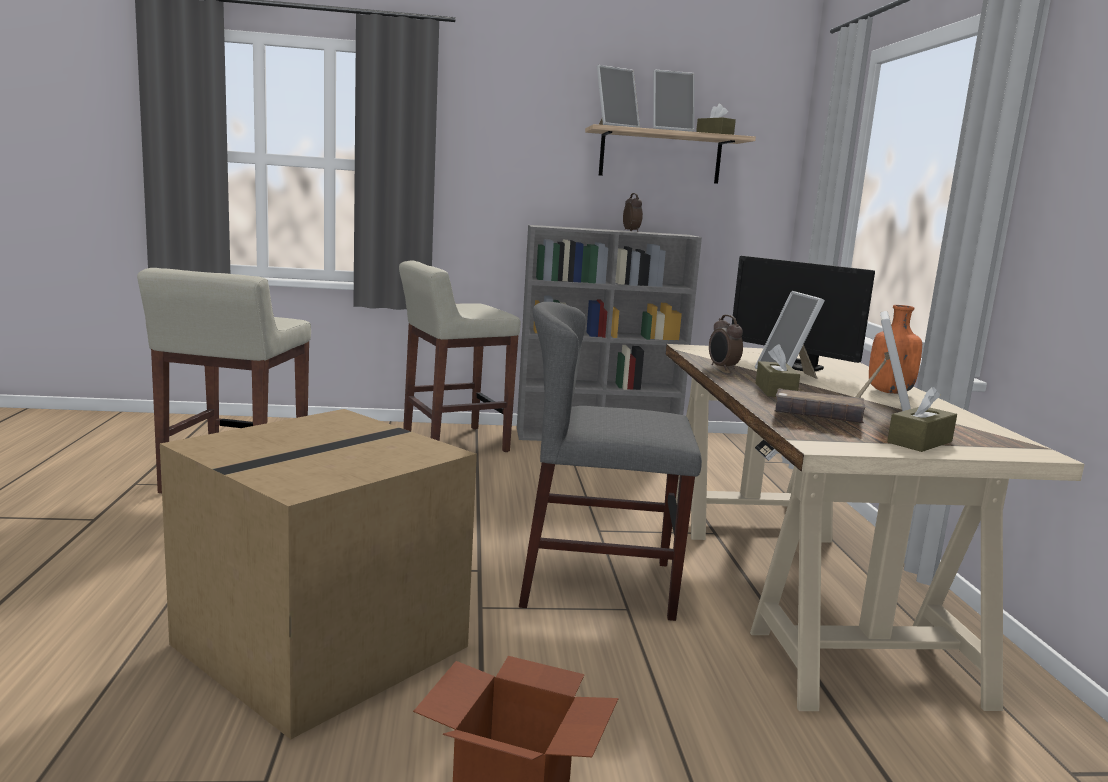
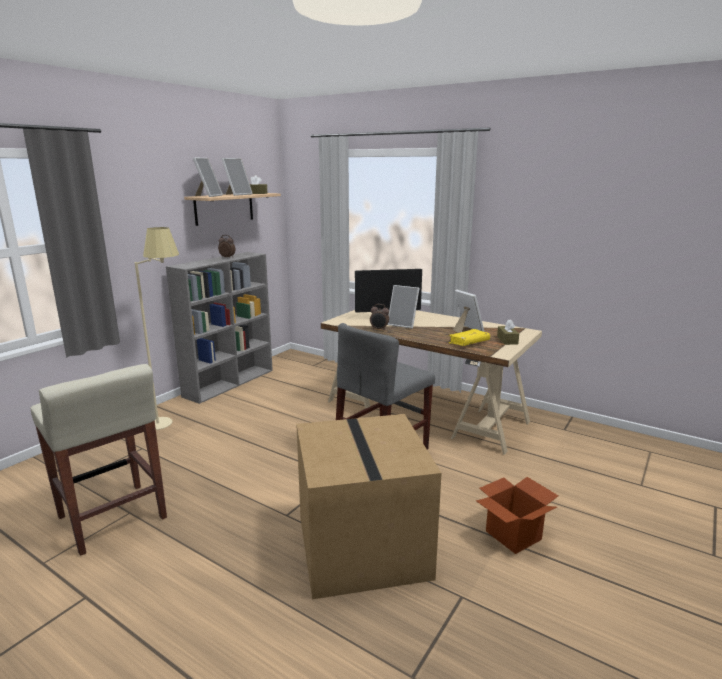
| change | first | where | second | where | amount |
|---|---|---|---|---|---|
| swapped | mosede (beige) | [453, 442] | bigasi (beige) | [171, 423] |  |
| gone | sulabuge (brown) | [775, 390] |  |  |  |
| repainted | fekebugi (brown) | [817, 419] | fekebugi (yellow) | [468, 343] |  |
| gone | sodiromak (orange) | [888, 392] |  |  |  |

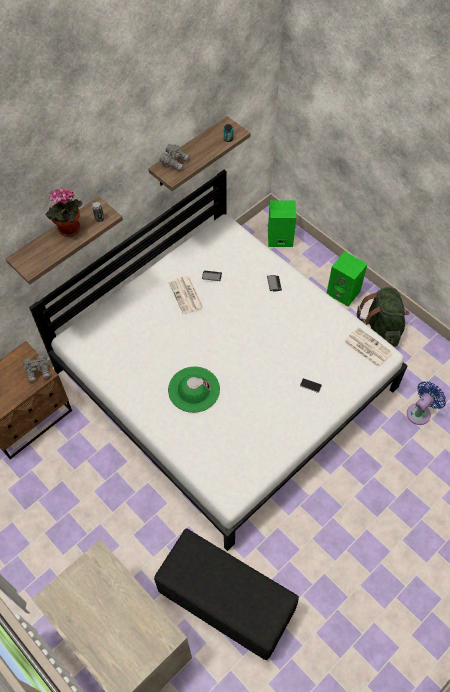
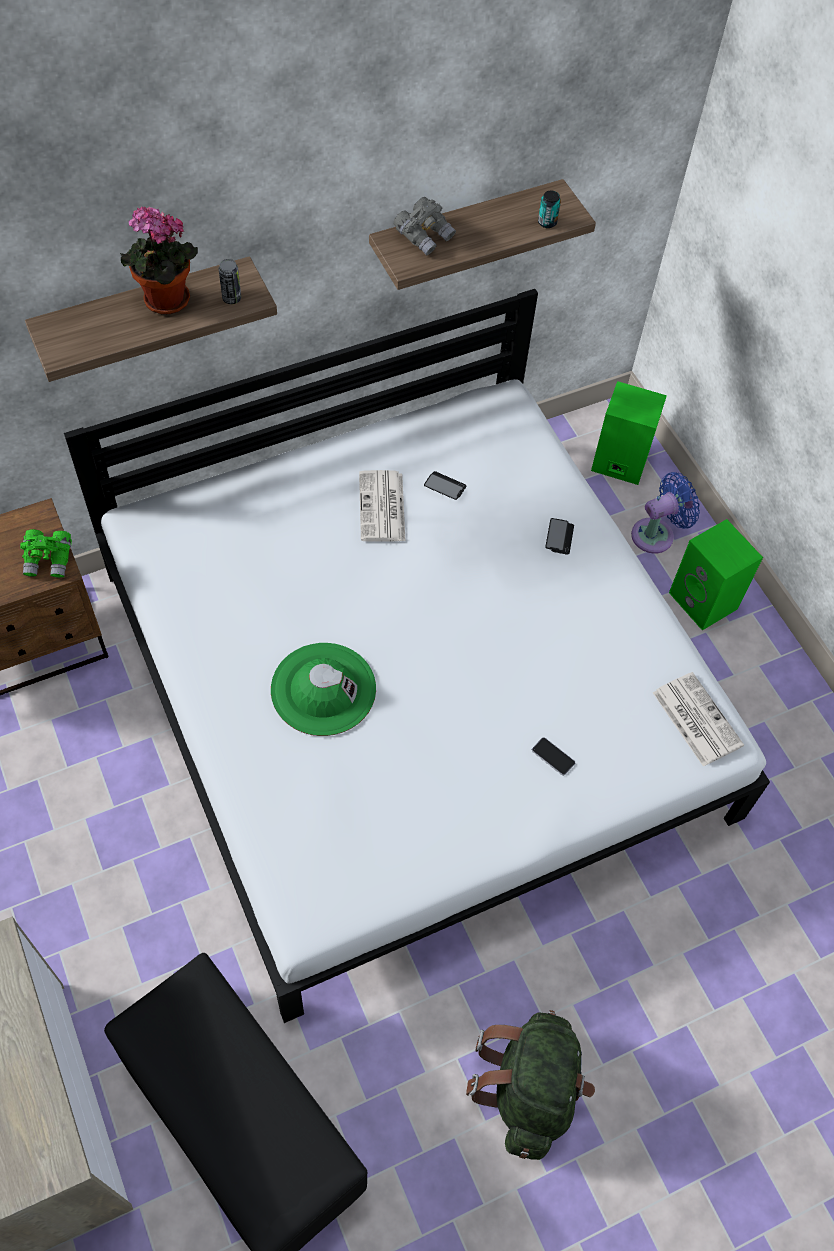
| change | first | where | second | where | amount |
|---|---|---|---|---|---|
| repainted | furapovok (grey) | [38, 371] | furapovok (green) | [49, 560] |  |
| shifted | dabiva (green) | [381, 328] |  | [529, 1089] |  |
| shifted | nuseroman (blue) | [420, 412] |  | [657, 534] |  |

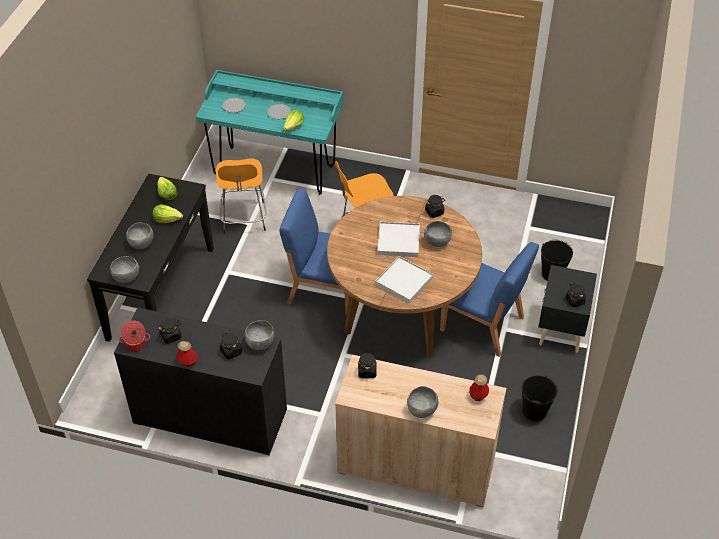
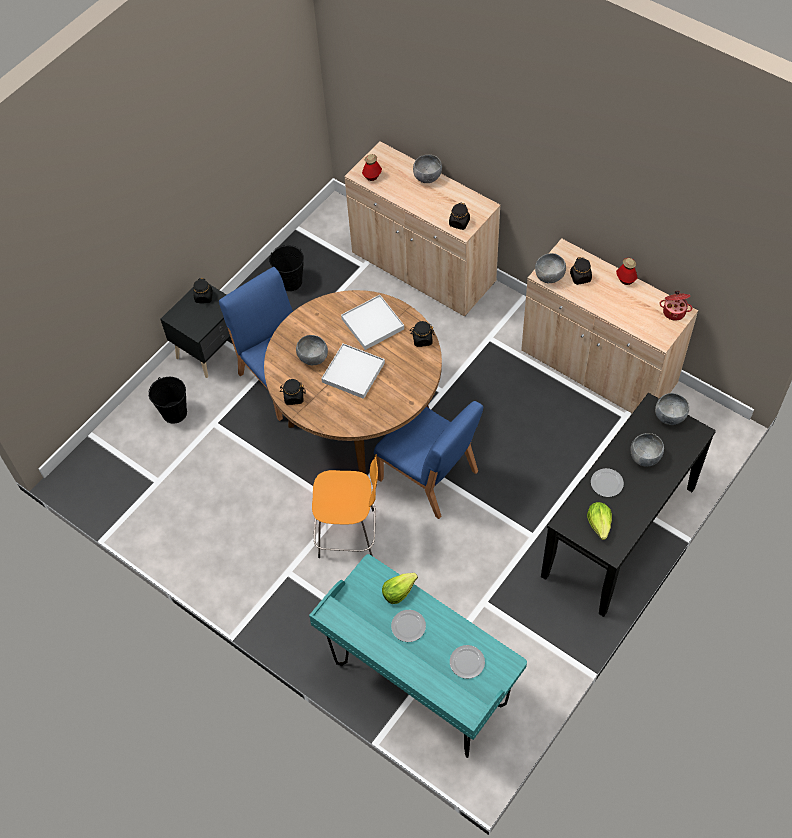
| change | first | where | second | where | amount |
|---|---|---|---|---|---|
| repainted | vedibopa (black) | [210, 417] | vedibopa (beige) | [598, 368] |  |
| swapped | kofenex | [167, 219] | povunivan | [607, 484] |  |
| shifted | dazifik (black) | [171, 336] |  | [422, 339] |  |
| gone | mosede (orange) | [244, 219] |  |  |  |

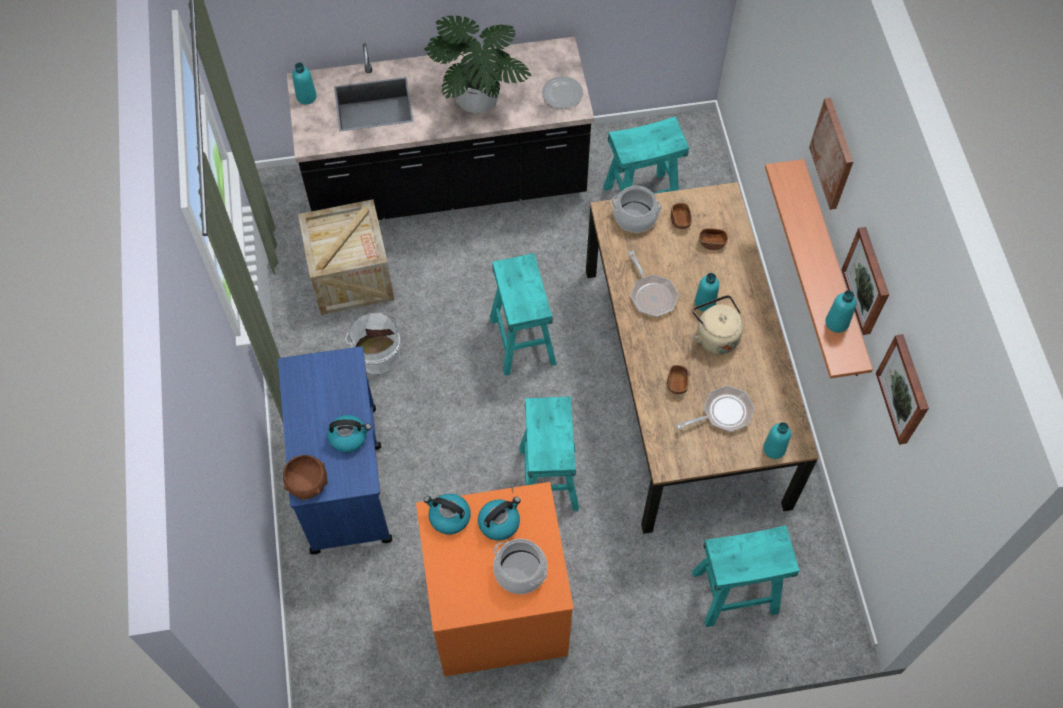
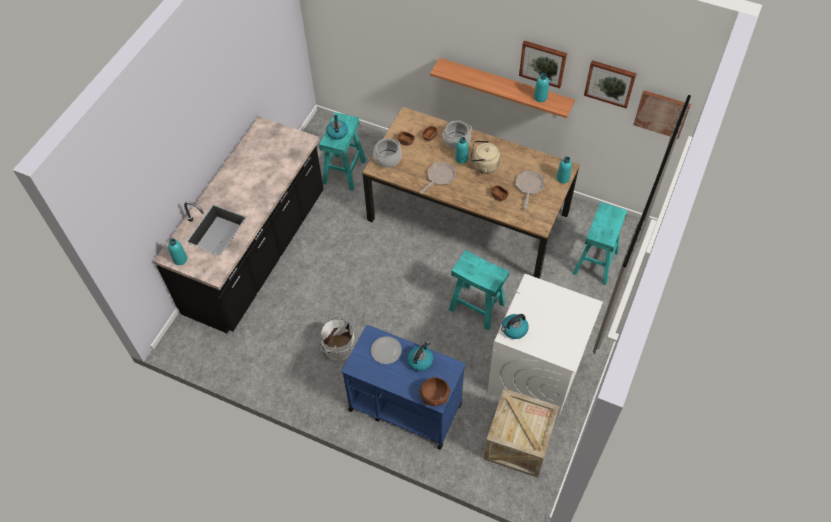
| change | first | where | second | where | amount |
|---|---|---|---|---|---|
| shifted | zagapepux | [351, 276] |  | [518, 443] |  |
| repainted | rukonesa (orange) | [496, 610] | rukonesa (white) | [536, 373] |  |
| gone | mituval | [477, 99] |  |  |  |
| shifted | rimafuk | [499, 522] |  | [337, 132] |  |
| gone | mosede (turquoise) | [522, 340] |  |  |  |
| shifted | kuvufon | [520, 571] |  | [456, 141] |  |
| shifted | povunivan | [563, 94] |  | [386, 350] |  |
| rotated | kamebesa | [651, 295] |  | [439, 177] | 60 degrees counterclockwise |
| shifted | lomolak | [833, 153] |  | [661, 113] |  |

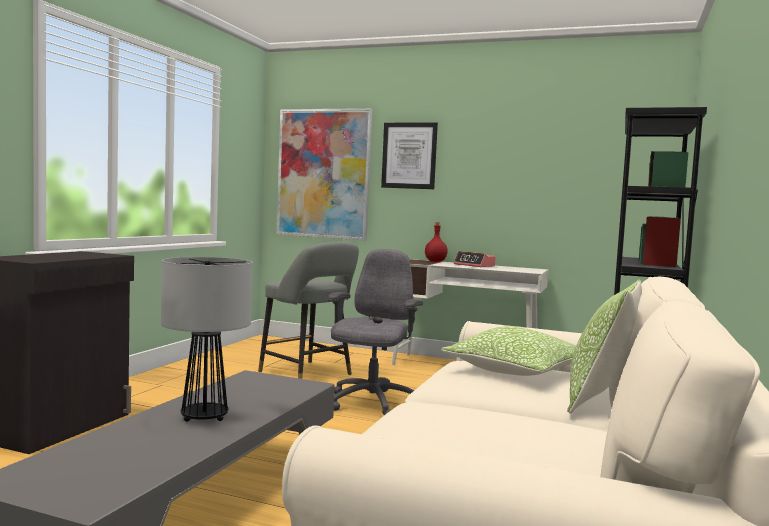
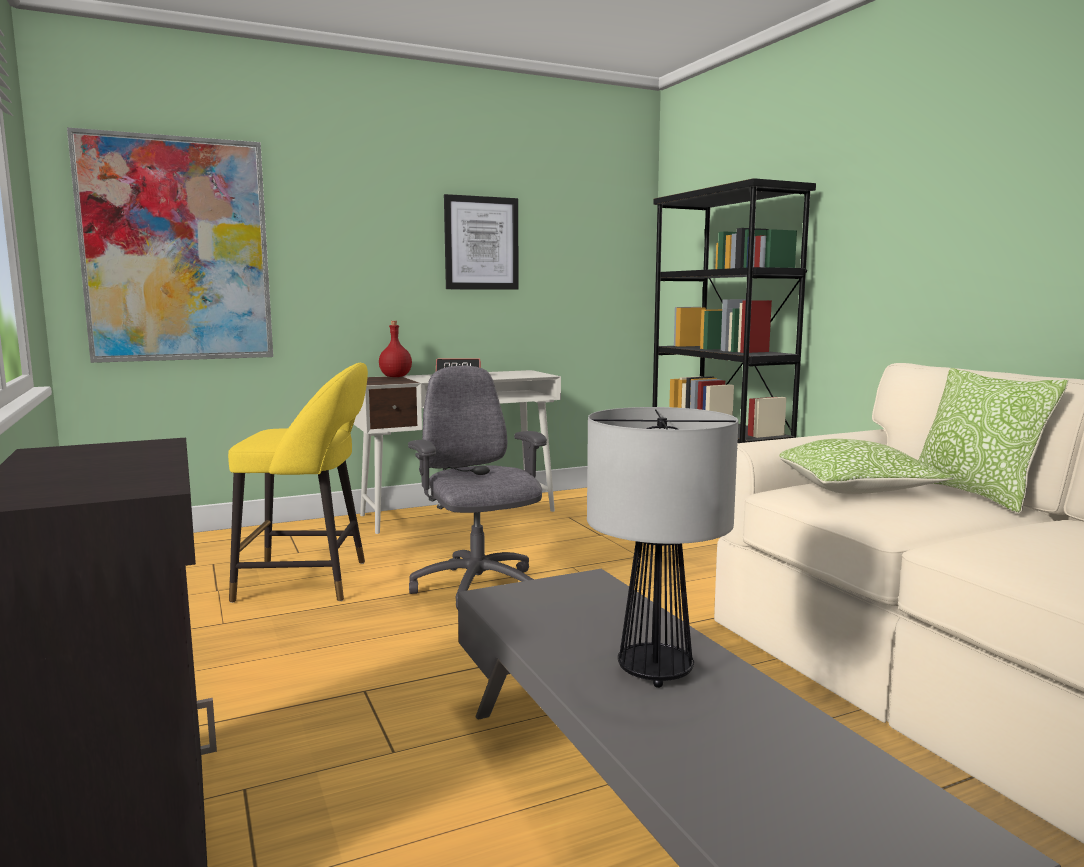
| change | first | where | second | where | amount |
|---|---|---|---|---|---|
| repainted | mosede (grey) | [308, 374] | mosede (yellow) | [310, 581] |  |
| shifted | lomolak | [409, 155] |  | [481, 243] |  |

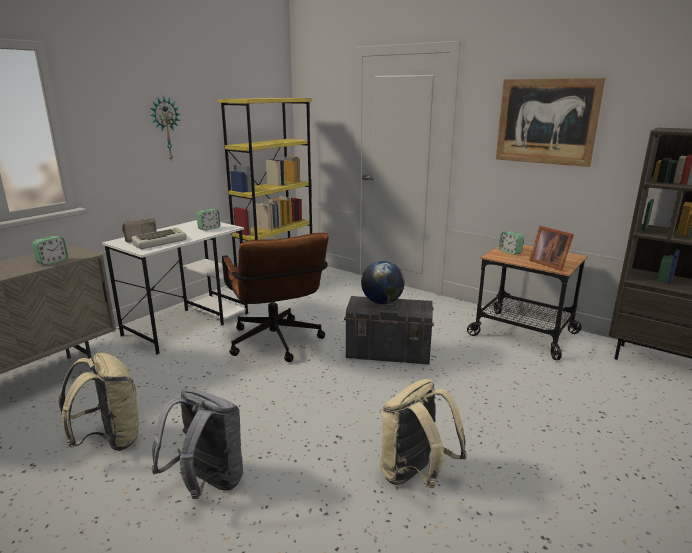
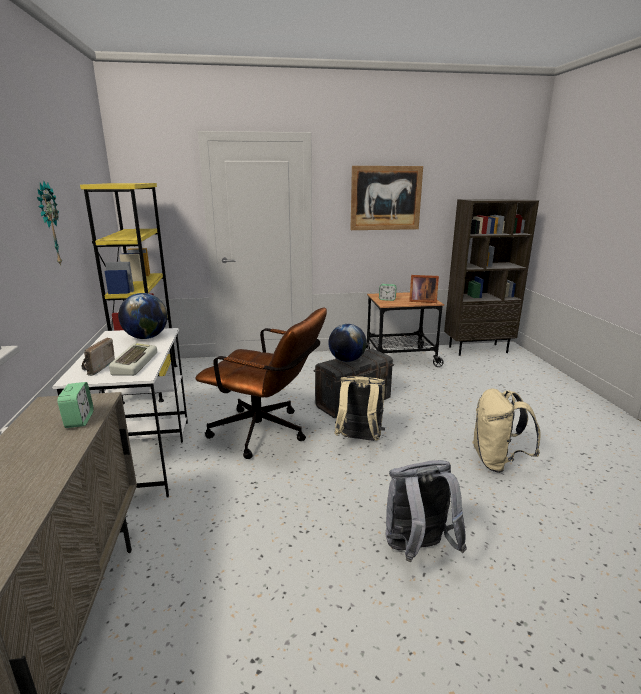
| change | first | where | second | where | amount |
|---|---|---|---|---|---|
| shifted | dabiva (beige) | [110, 440] |  | [359, 440] |  |
| swapped | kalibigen | [209, 228] | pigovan | [146, 337] |  |

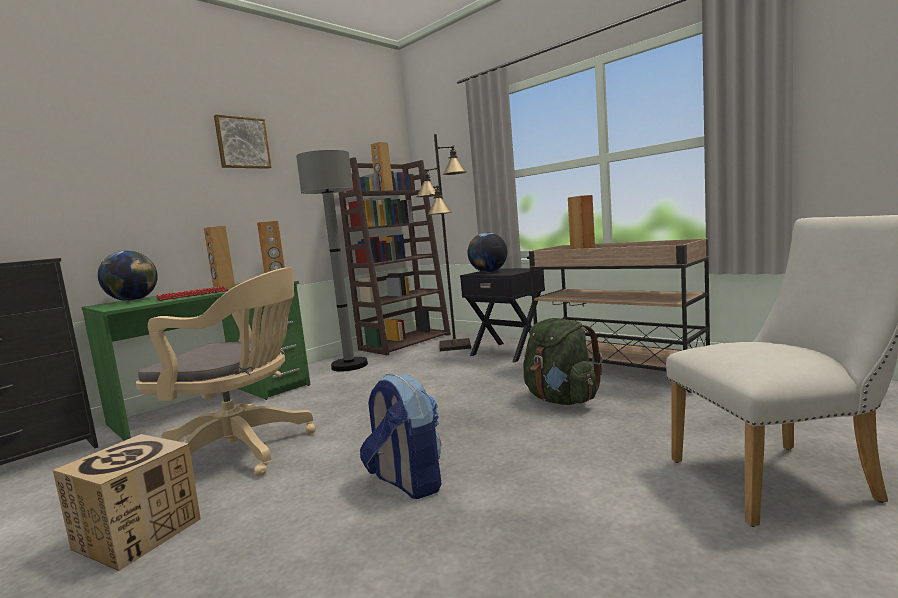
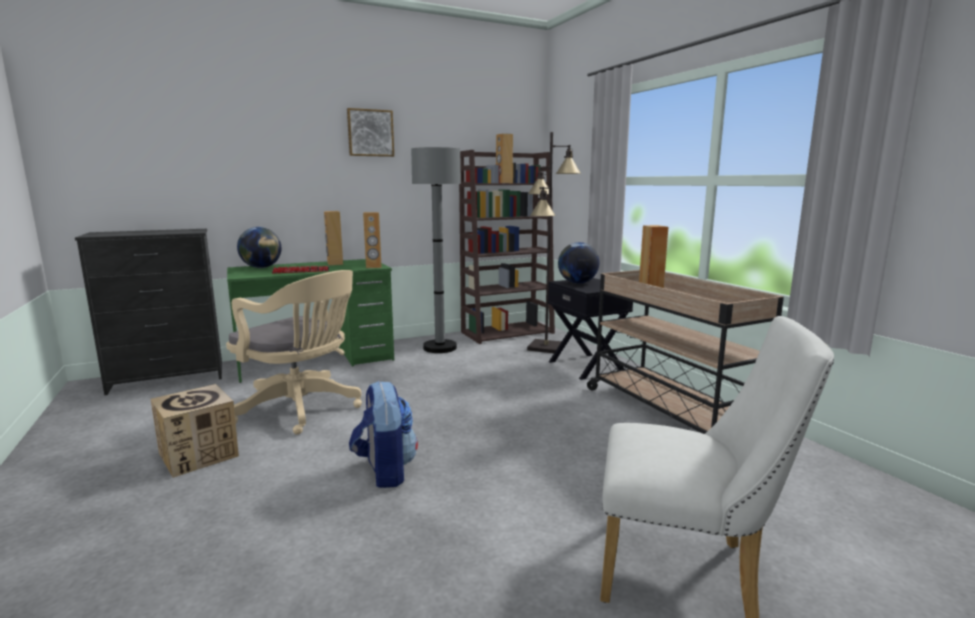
| change | first | where | second | where | amount |
|---|---|---|---|---|---|
| gone | dabiva (green) | [561, 400] |  |  |  |

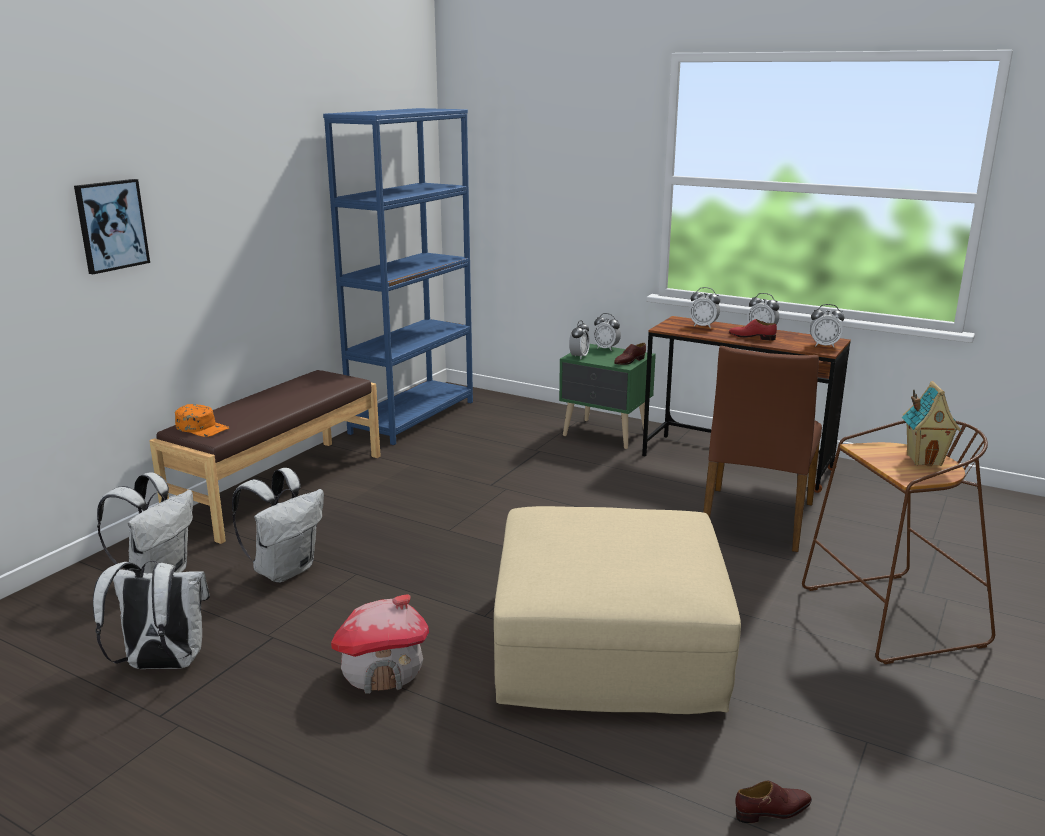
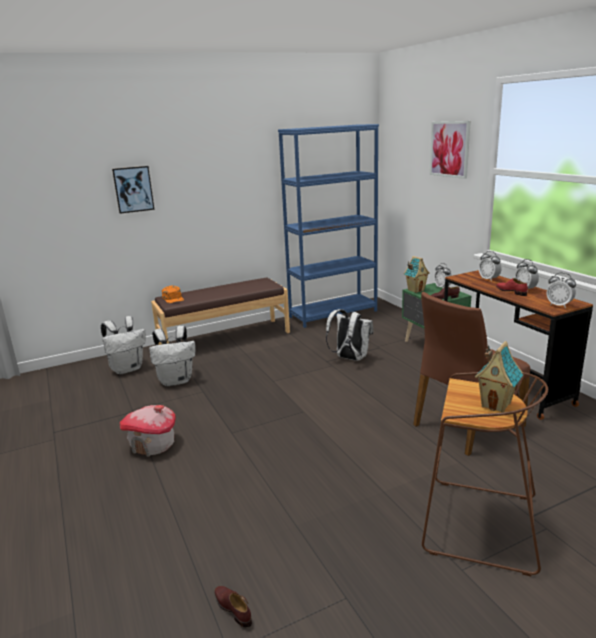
| change | first | where | second | where | amount |
|---|---|---|---|---|---|
| shifted | dabiva (white) | [162, 665] |  | [350, 358] |  |
| gone | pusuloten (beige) | [608, 644] |  |  |  |
| swapped | kalibigen | [579, 357] | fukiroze | [416, 290] |  |
| rotated | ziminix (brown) | [773, 811] |  | [233, 608] | 150 degrees counterclockwise |
| new |  |  | lomolak | [449, 149] |  |

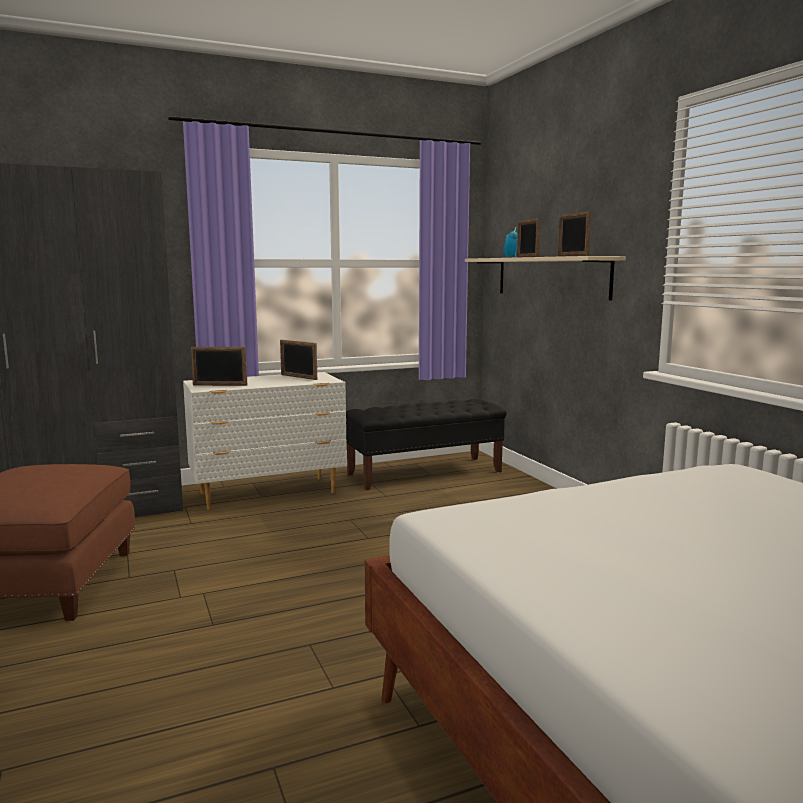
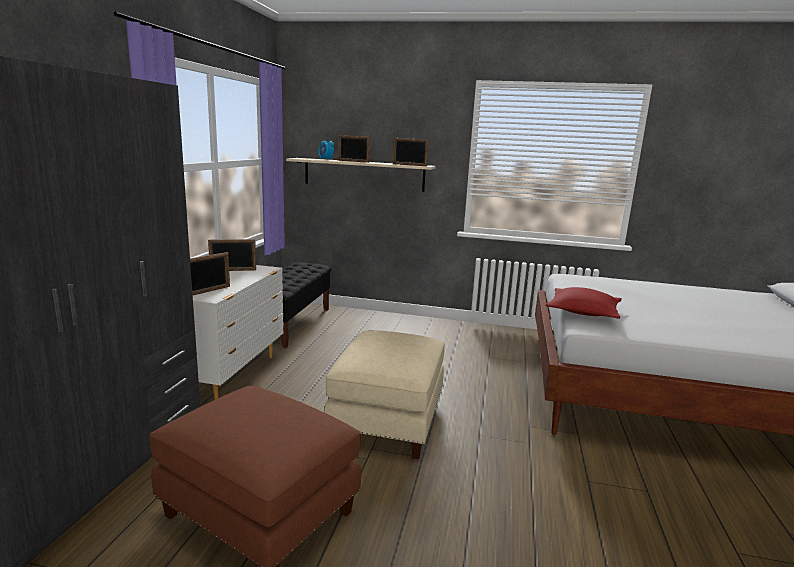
| change | first | where | second | where | amount |
|---|---|---|---|---|---|
| new |  |  | pusuloten (beige) | [386, 420] |  |
| new |  |  | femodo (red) | [583, 312] |  |

